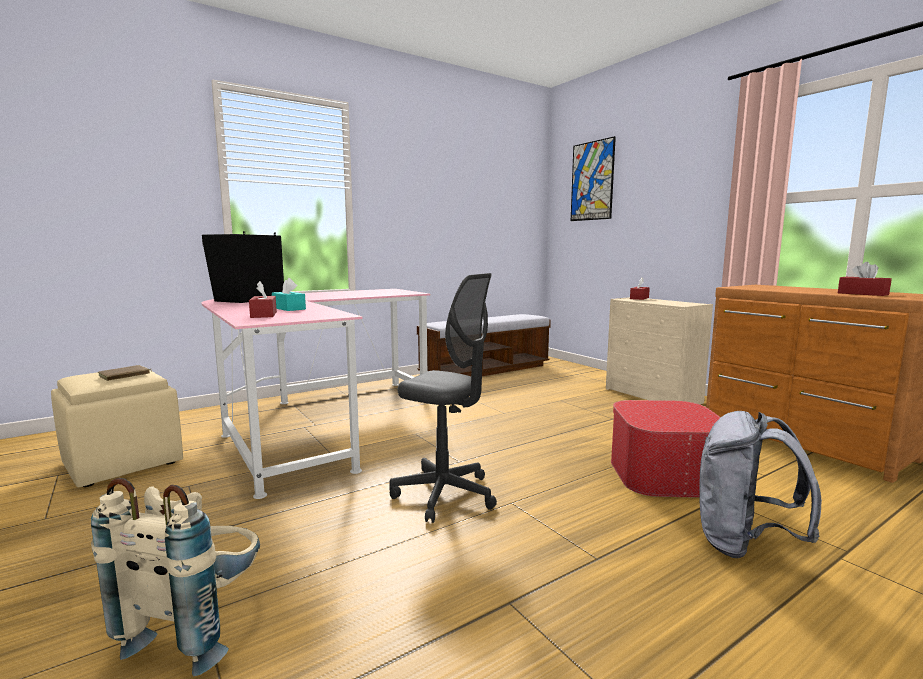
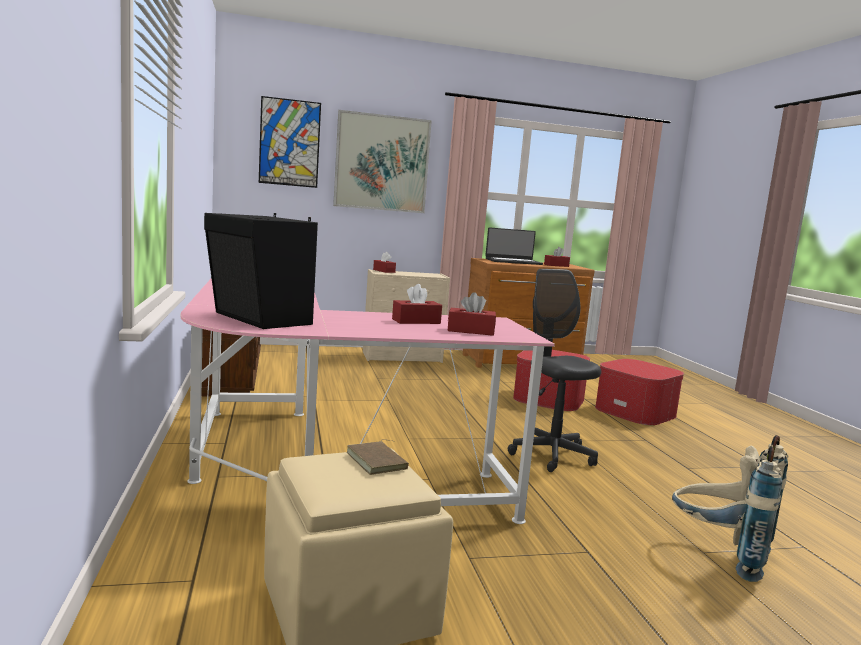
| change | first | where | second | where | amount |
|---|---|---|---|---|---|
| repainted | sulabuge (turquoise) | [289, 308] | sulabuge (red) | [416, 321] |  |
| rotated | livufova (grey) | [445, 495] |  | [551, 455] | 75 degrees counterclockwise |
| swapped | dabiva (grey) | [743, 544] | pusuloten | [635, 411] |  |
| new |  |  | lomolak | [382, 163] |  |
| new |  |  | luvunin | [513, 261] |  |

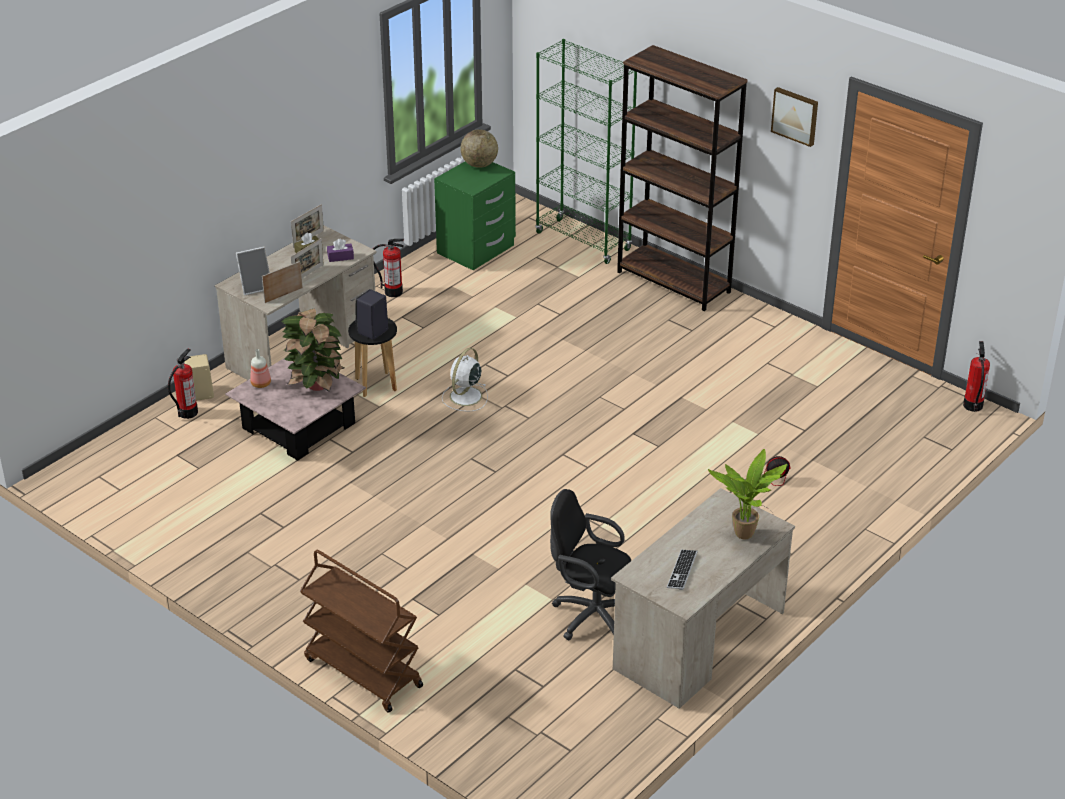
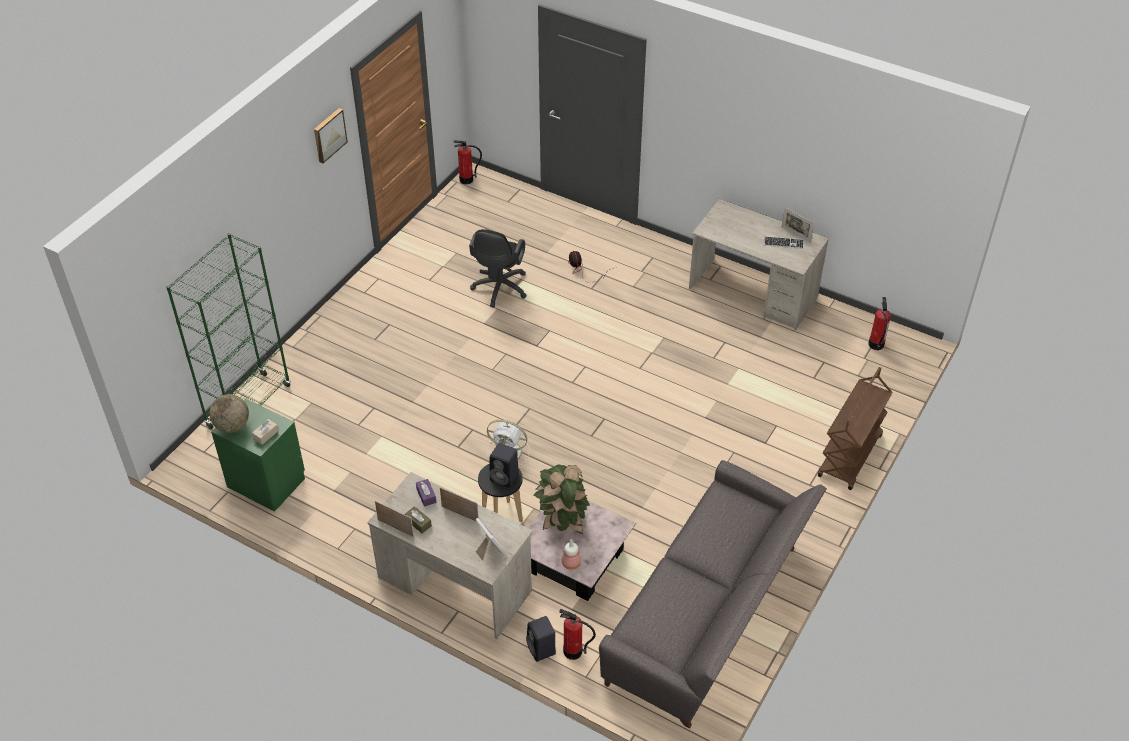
| change | first | where | second | where | amount |
|---|---|---|---|---|---|
| repainted | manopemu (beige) | [199, 394] | manopemu (black) | [542, 650] |  |
| shifted | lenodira | [283, 295] |  | [796, 234] |  |
| shifted | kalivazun | [393, 292] |  | [876, 344] |  |
| shifted | livufova (black) | [590, 615] |  | [499, 289] |  |
| gone | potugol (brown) | [674, 282] |  |  |  |
| gone | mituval | [745, 536] |  |  |  |
| new |  |  | sulabuge (beige) | [266, 435] |  |
| new |  |  | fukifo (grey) | [709, 617] |  |

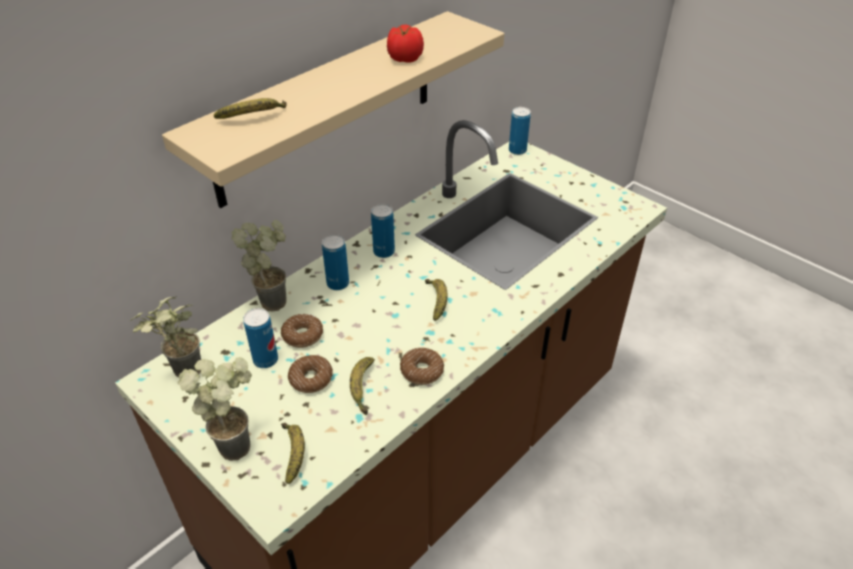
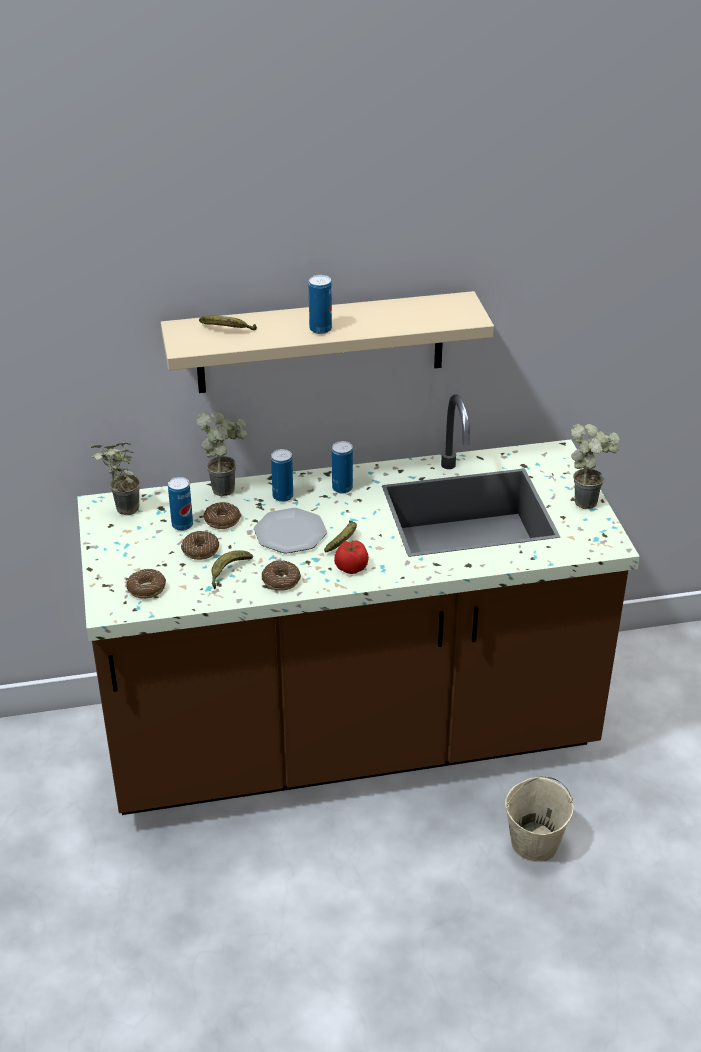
| change | first | where | second | where | amount |
|---|---|---|---|---|---|
| shifted | mituval | [237, 440] |  | [589, 499] |  |
| swapped | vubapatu | [294, 454] | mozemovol | [146, 589] |  |
| shifted | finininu | [404, 59] |  | [350, 567] |  |
| shifted | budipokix | [517, 150] |  | [320, 329] |  |
| new |  |  | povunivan | [290, 533] |  |
| new |  |  | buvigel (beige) | [534, 843] |  |

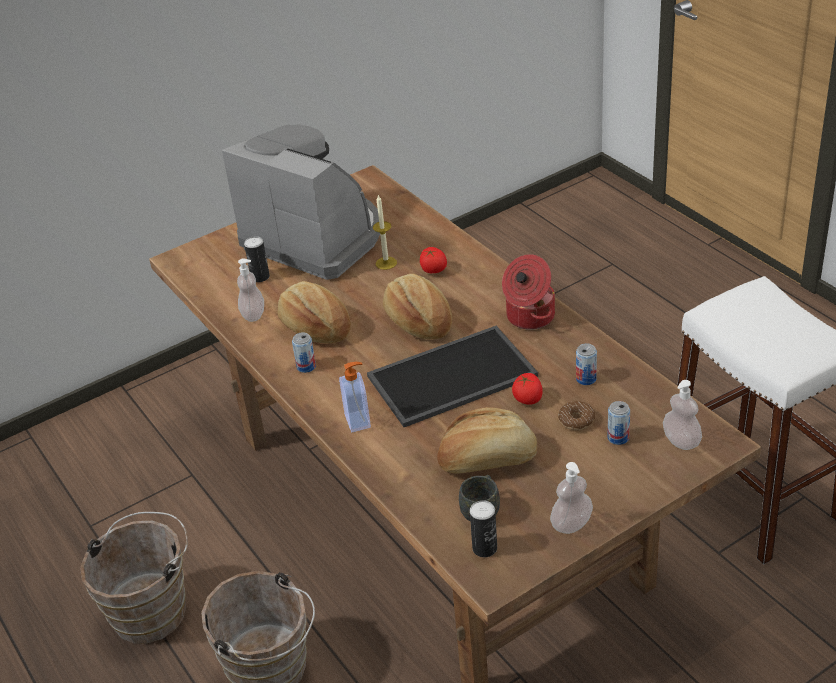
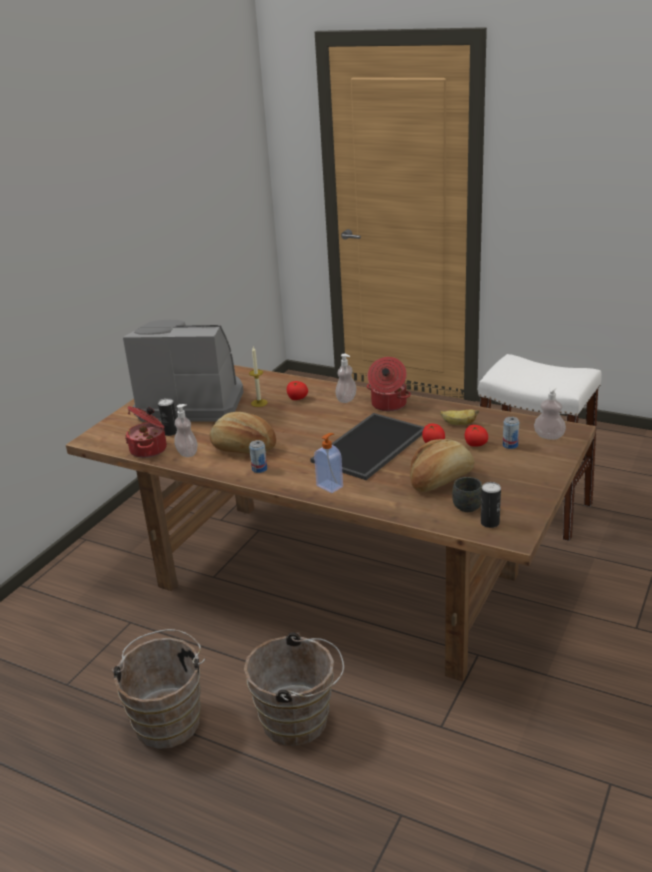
| change | first | where | second | where | amount |
|---|---|---|---|---|---|
| gone | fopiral | [418, 321] |  |  |  |
| shifted | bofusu | [571, 524] |  | [346, 399] |  |
| swapped | mozemovol | [576, 420] | finininu | [475, 444] |  |
| swapped | budipokix | [586, 379] | vubapatu | [458, 424] |  |
| new |  |  | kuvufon | [149, 449] |  |

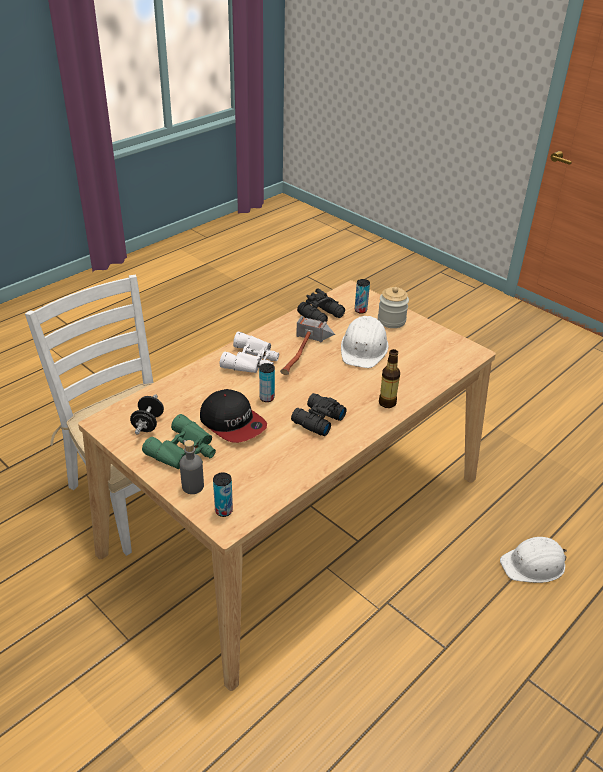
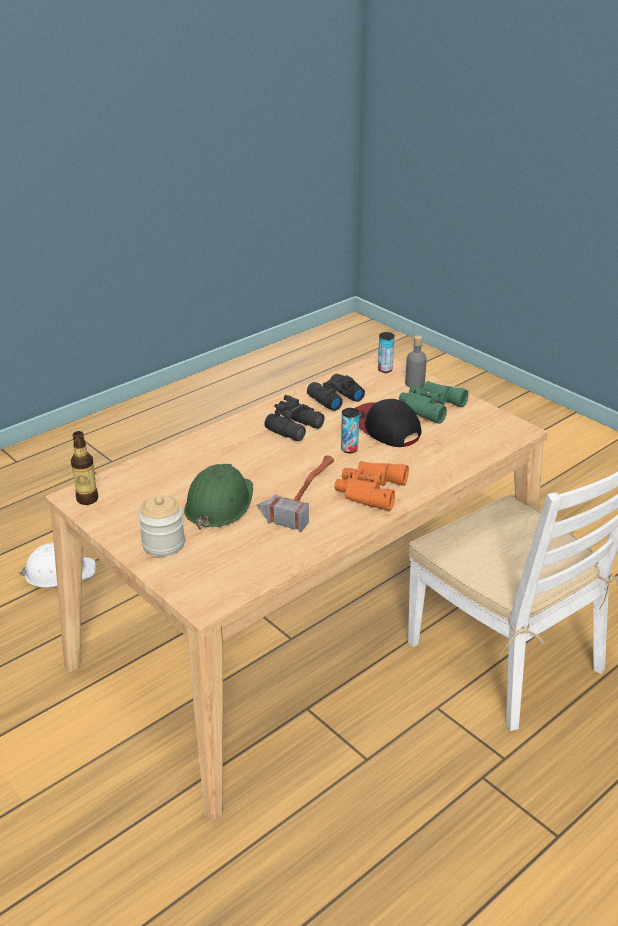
| change | first | where | second | where | amount |
|---|---|---|---|---|---|
| gone | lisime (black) | [148, 424] |  |  |  |
| repainted | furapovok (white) | [252, 360] | furapovok (orange) | [368, 490] |  |
| shifted | furapovok (black) | [322, 315] |  | [334, 398] |  |
| repainted | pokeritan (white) | [364, 348] | pokeritan (green) | [219, 503] |  |
| gone | budipokix | [360, 310] |  |  |  |
| shifted | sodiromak | [387, 403] |  | [87, 499] |  |

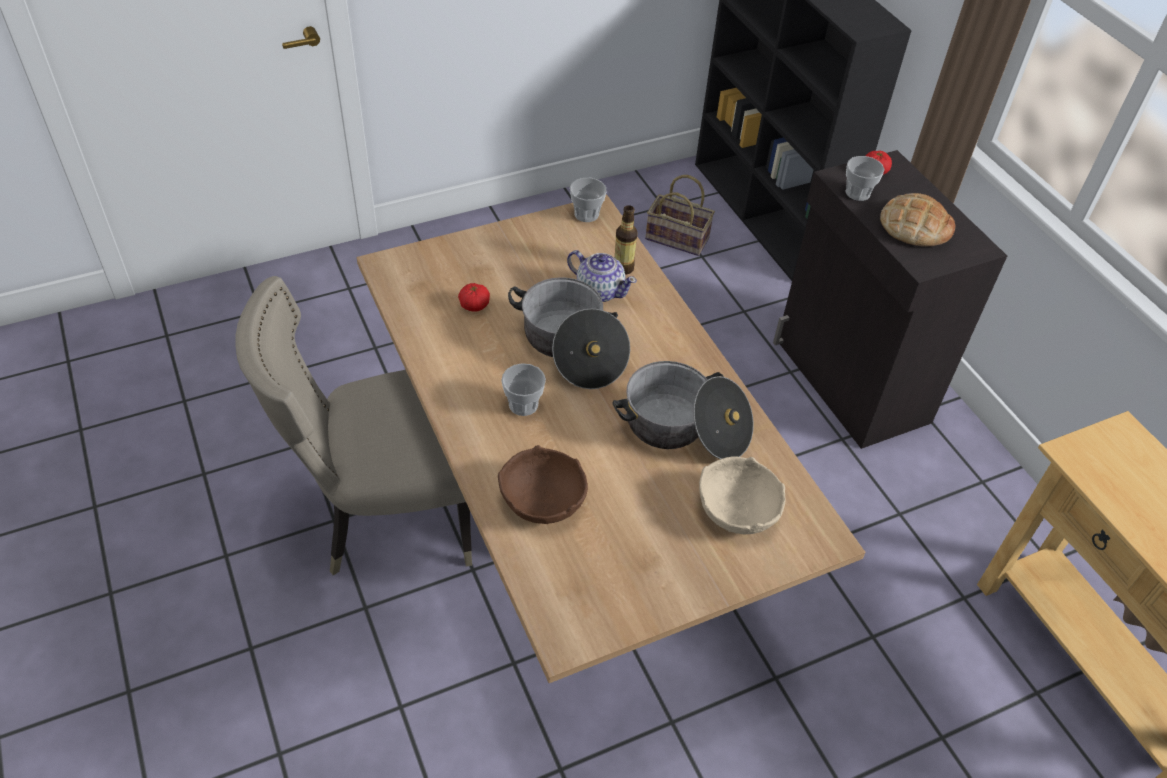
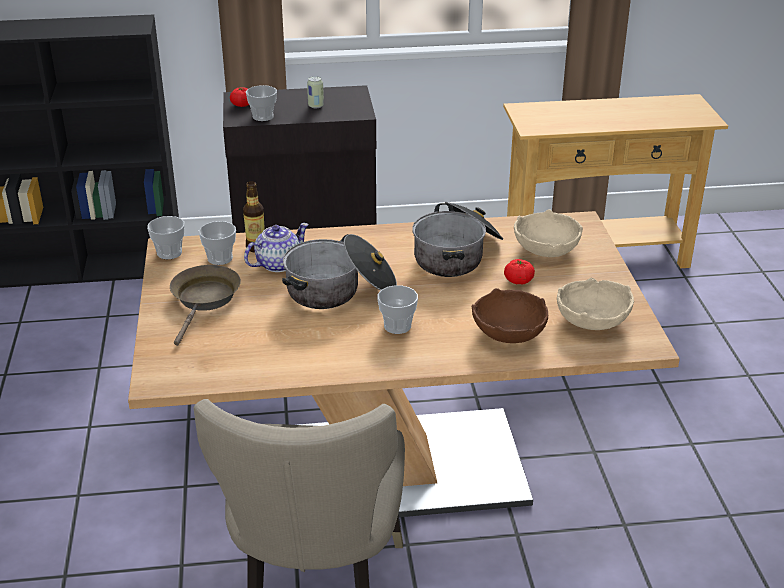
| change | first | where | second | where | amount |
|---|---|---|---|---|---|
| shifted | finininu | [474, 305] |  | [518, 281] |  |
| gone | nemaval | [679, 238] |  |  |  |
| swapped | fopiral | [915, 226] | budipokix | [316, 106] |  |
| new |  |  | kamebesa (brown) | [205, 300] |  |
| new |  |  | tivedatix | [220, 258] |  |
| new |  |  | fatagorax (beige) | [591, 320] |  |

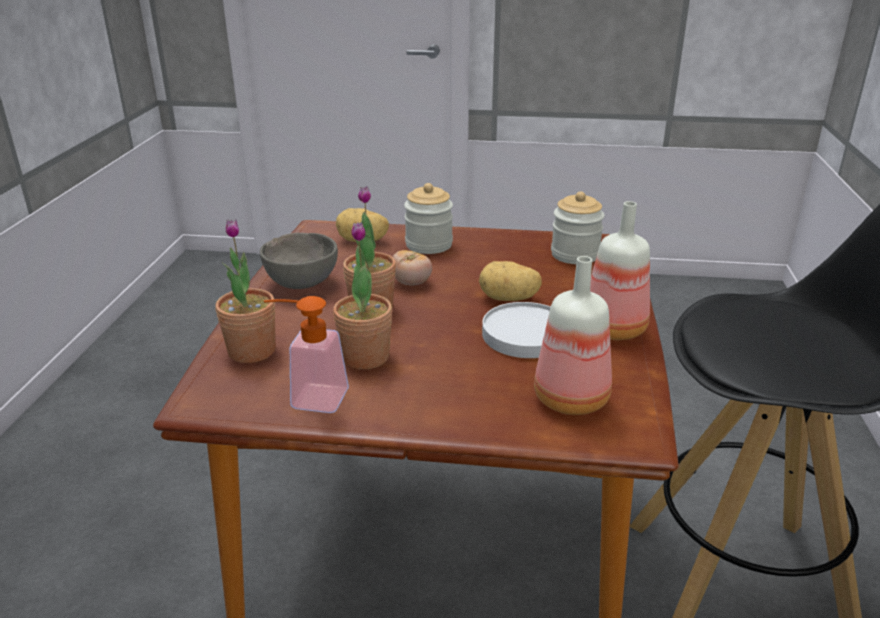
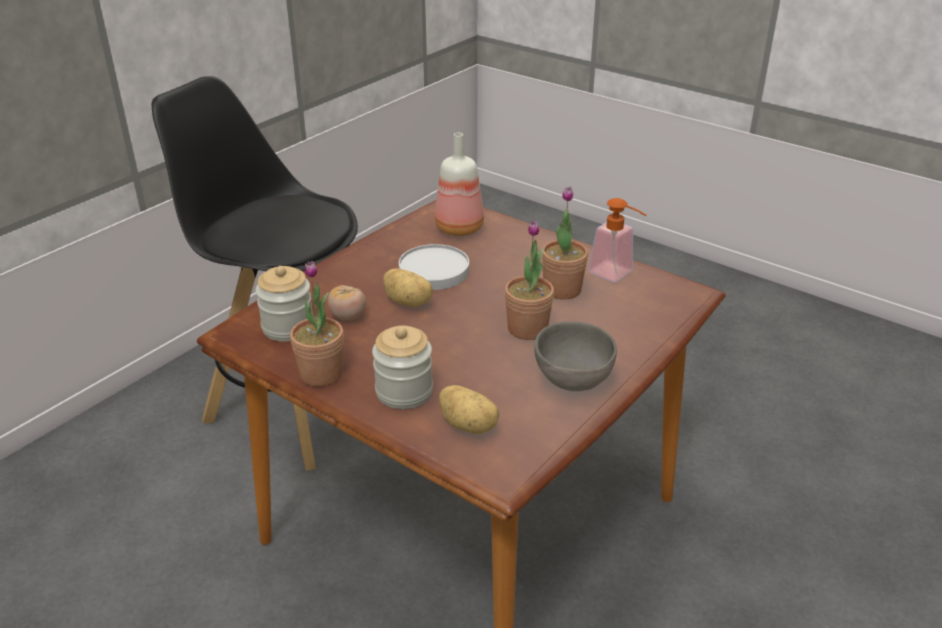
| change | first | where | second | where | amount |
|---|---|---|---|---|---|
| shifted | mituval | [252, 351] |  | [321, 374] |  |
| shifted | finininu | [411, 283] |  | [348, 316] |  |
| gone | sodiromak | [611, 329] |  |  |  |

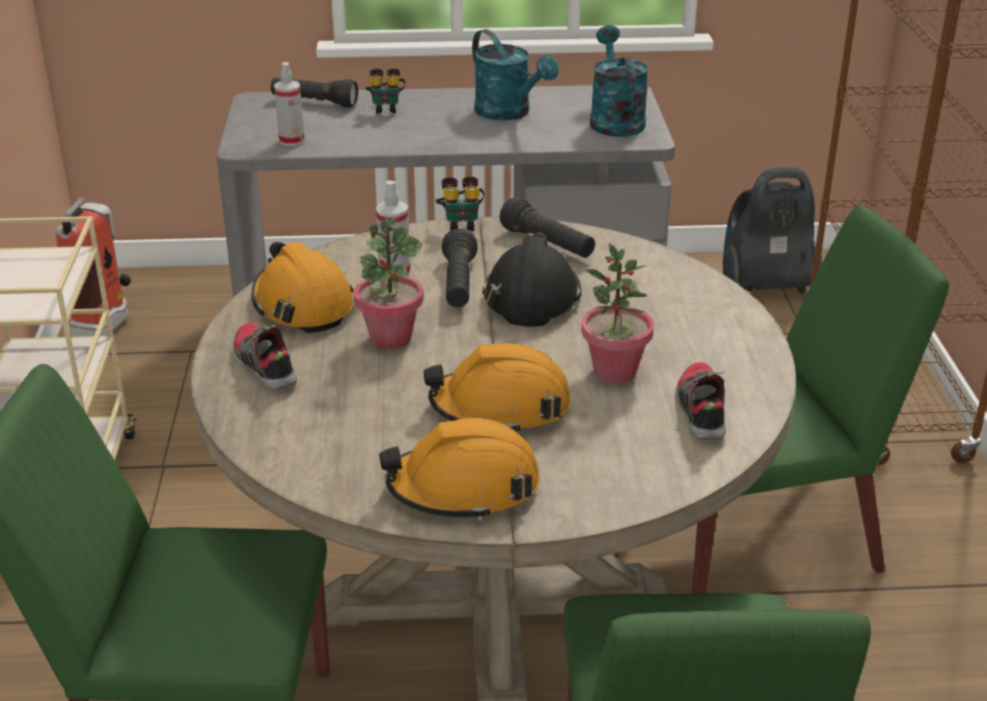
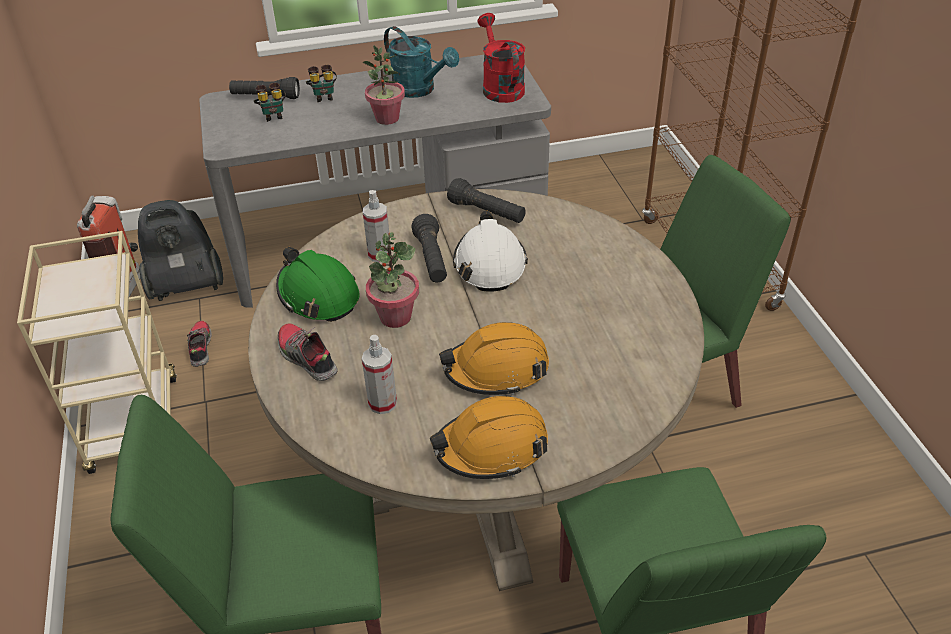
| change | first | where | second | where | amount |
|---|---|---|---|---|---|
| repainted | pokeritan (orange) | [302, 304] | pokeritan (green) | [318, 295] |  |
| shifted | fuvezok | [291, 141] |  | [382, 403] |  |
| shifted | furapovok | [461, 224] |  | [273, 115] |  |
| repainted | pokeritan (black) | [531, 297] | pokeritan (white) | [489, 264] |  |
| shifted | mituval | [614, 371] |  | [387, 118] |  |
| repainted | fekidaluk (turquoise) | [614, 120] | fekidaluk (red) | [500, 87] |  |
| shifted | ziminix | [700, 411] |  | [200, 348] |  |
| shifted | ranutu | [763, 286] |  | [186, 286] |  |

